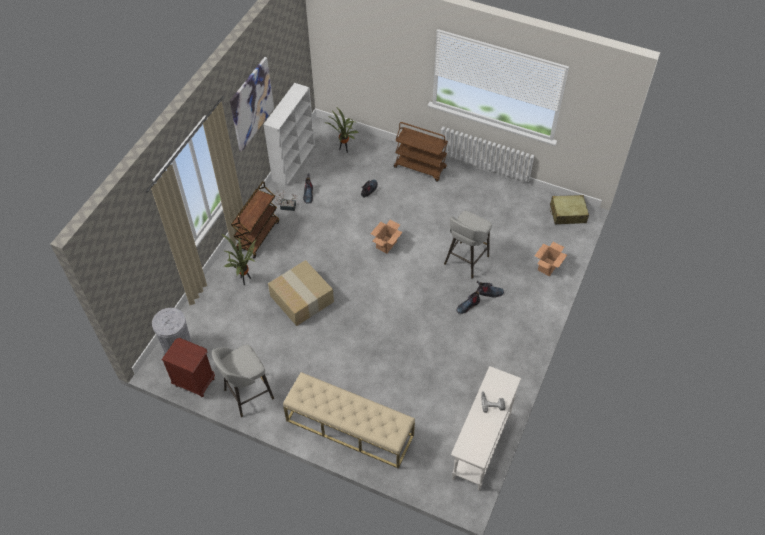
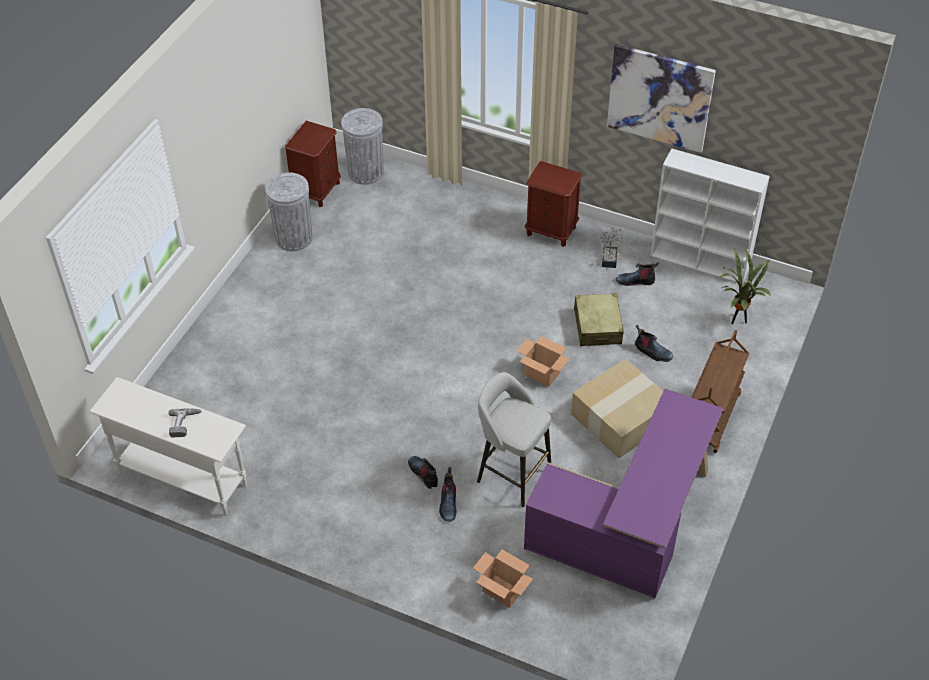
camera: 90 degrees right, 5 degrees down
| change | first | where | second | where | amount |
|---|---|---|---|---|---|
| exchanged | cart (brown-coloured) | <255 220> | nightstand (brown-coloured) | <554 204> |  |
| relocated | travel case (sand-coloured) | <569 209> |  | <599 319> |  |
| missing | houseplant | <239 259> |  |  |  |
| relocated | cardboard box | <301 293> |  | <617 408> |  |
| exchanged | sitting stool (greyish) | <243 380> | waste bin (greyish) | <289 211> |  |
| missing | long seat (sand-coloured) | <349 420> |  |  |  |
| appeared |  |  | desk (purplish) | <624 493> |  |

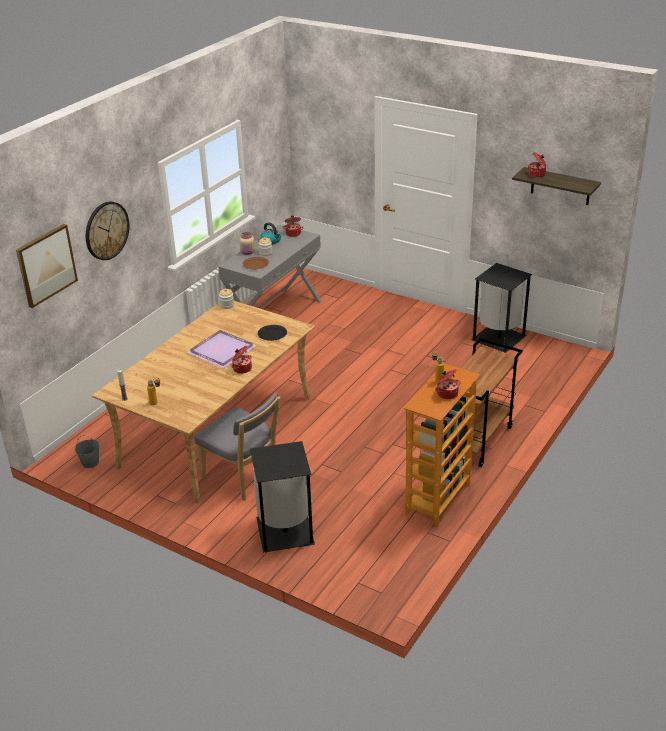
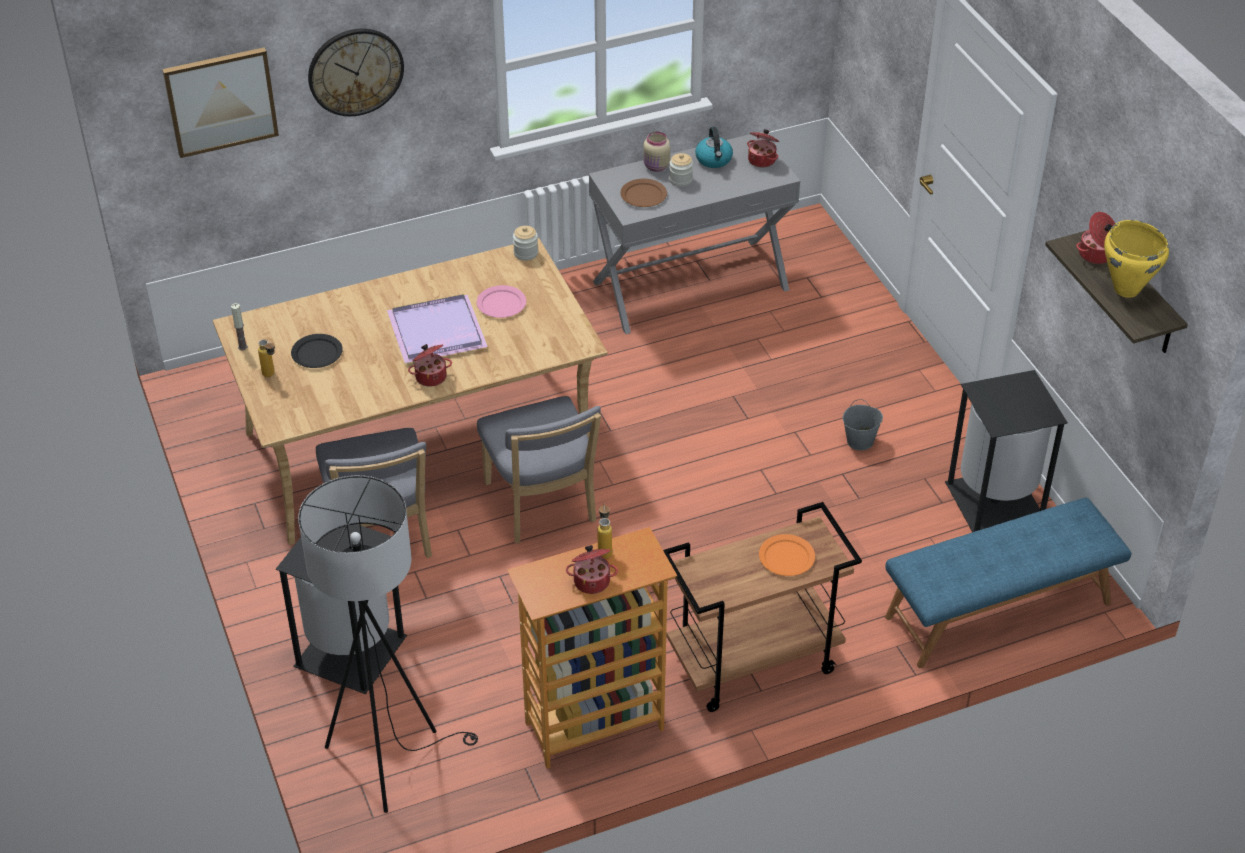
camera: 35 degrees right, 10 degrees up
| change | first | where | second | where | amount |
|---|---|---|---|---|---|
| relocated | plate (black) | <272 333> |  | <317 351> |  |
| relocated | pail (greyish) | <87 451> |  | <863 425> |  |
| appeared |  |  | saucepot (yellow) | <1136 259> |  |
| appeared |  |  | plate (pinkish) | <501 301> |  |
| appeared |  |  | plain chair (greyish) | <539 469> |  |
| appeared |  |  | standard lamp (black) | <388 644> |  |
| appeared |  |  | long seat (blue) | <1008 582> |  |
| appeared |  |  | plate (orange) | <787 555> |  |

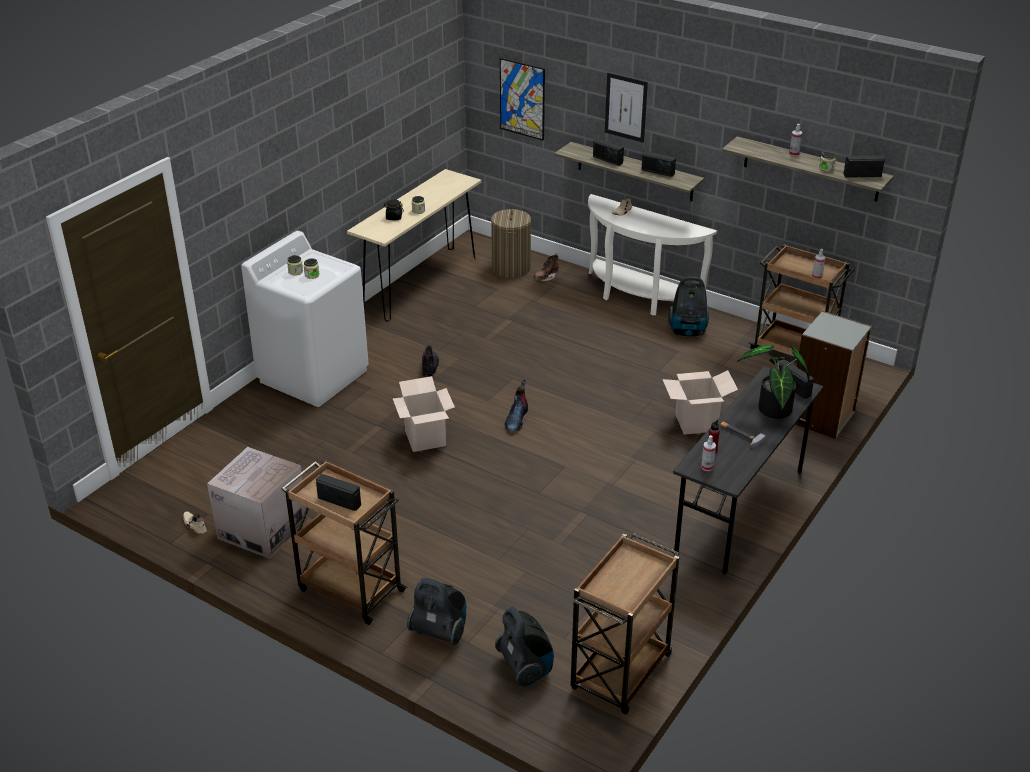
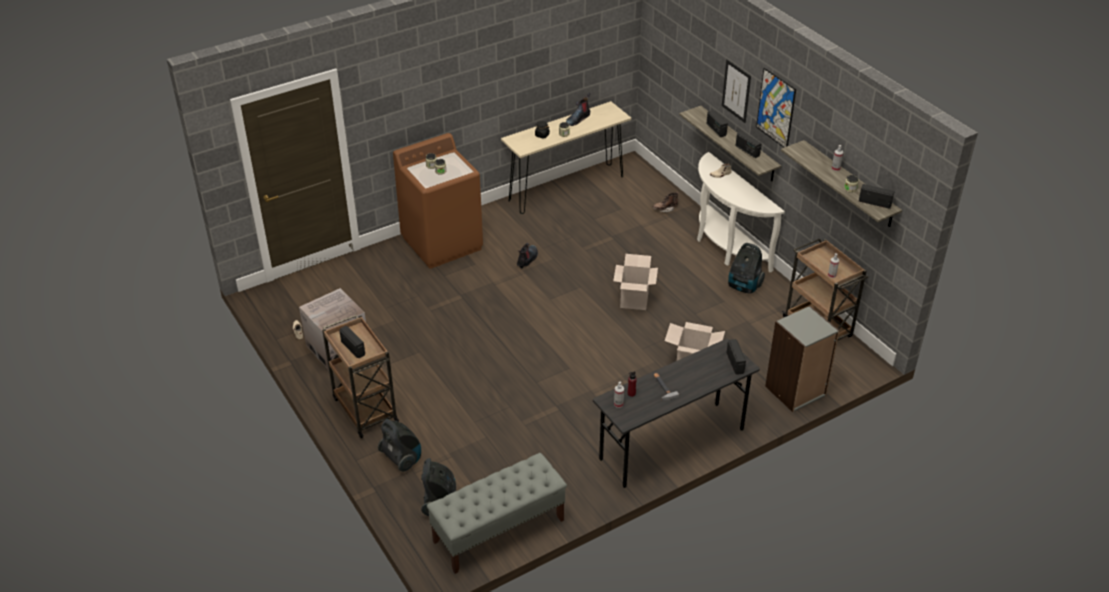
camera: 25 degrees right, 5 degrees up
| change | first | where | second | where | amount |
|---|---|---|---|---|---|
| relocated | picture | <522 99> |  | <776 107> |  |
| missing | hamper | <511 243> |  |  |  |
| colour | laundry machine (whitish) | <305 319> | laundry machine (brown-coloured) | <438 201> |  |
| missing | houseplant | <773 381> |  |  |  |
| relocated | cardboard box | <424 414> |  | <635 282> |  |
| relocated | boot | <516 406> |  | <578 109> |  |
| exchanged | cart (brown-coloured) | <625 623> | long seat (greyish) | <497 513> |  |

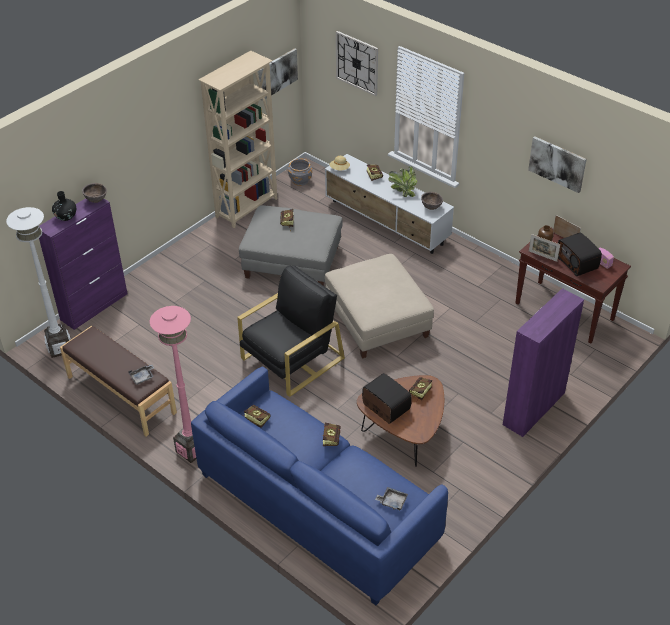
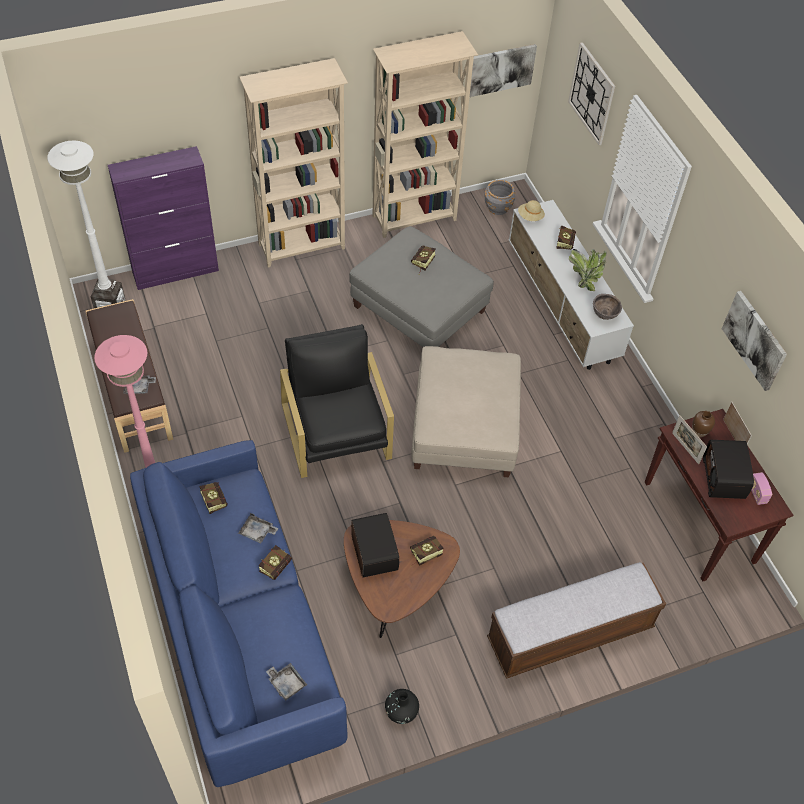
camera: 25 degrees right, 10 degrees up
| change | first | where | second | where | amount |
|---|---|---|---|---|---|
| missing | bowl (brown-coloured) | <94 193> |  |  |  |
| relocated | decorative vase (black) | <64 206> |  | <402 706> |  |
| spun | lounge chair (black) | <291 331> |  | <337 401> | 90 degrees counterclockwise |
| exchanged | storage cabinet (purplish) | <543 362> | long seat | <576 620> |  |
| appeared |  |  | bookshelf (sand-coloured) | <293 163> |  |
| appeared |  |  | serving tray (greyish) | <258 528> |  |

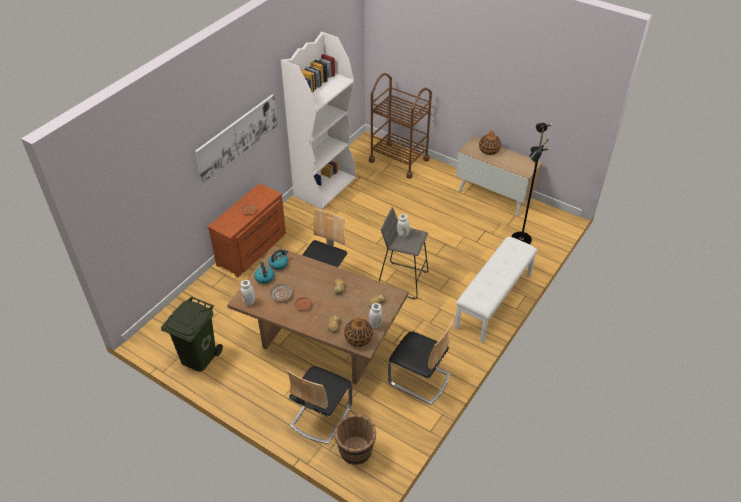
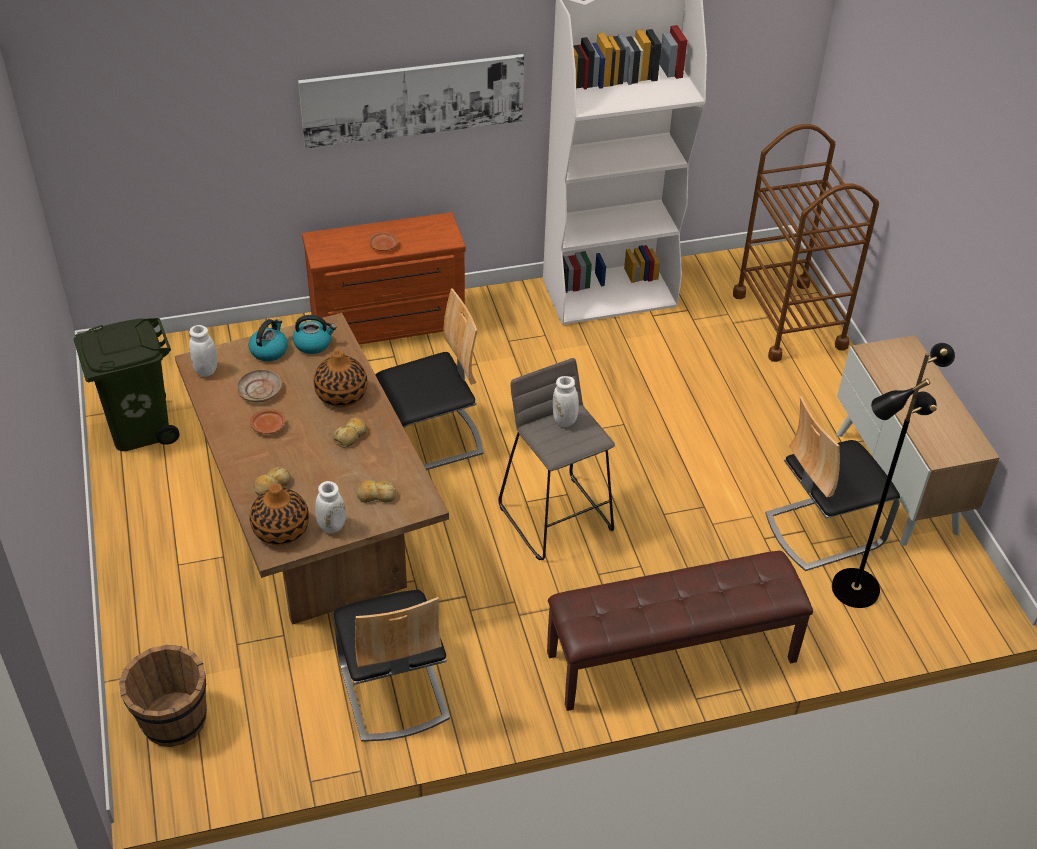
camera: 40 degrees right, 0 degrees up
| change | first | where | second | where | amount |
|---|---|---|---|---|---|
| relocated | decorative vase | <490 143> |  | <340 378> |  |
| colour | long seat (whitish) | <496 289> | long seat (brown-coloured) | <680 631> |  |
| relocated | plain chair | <319 405> |  | <832 483> |  |

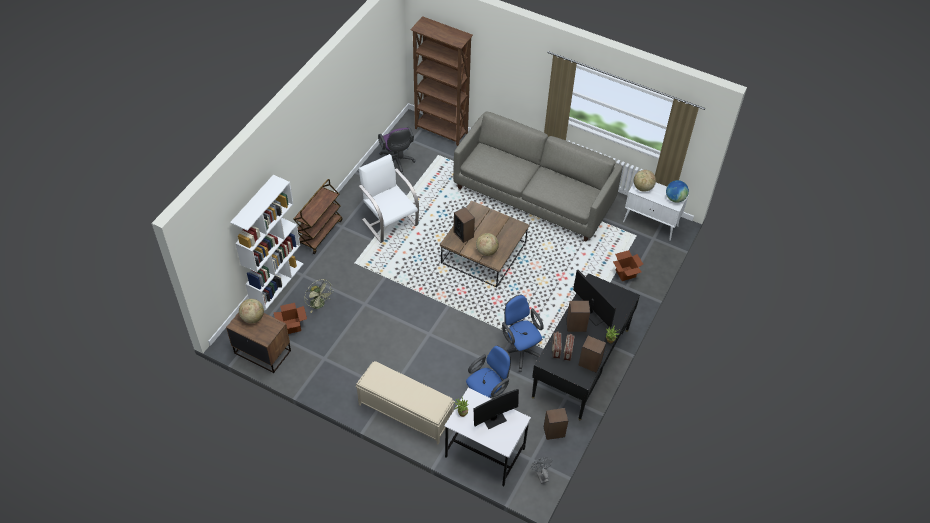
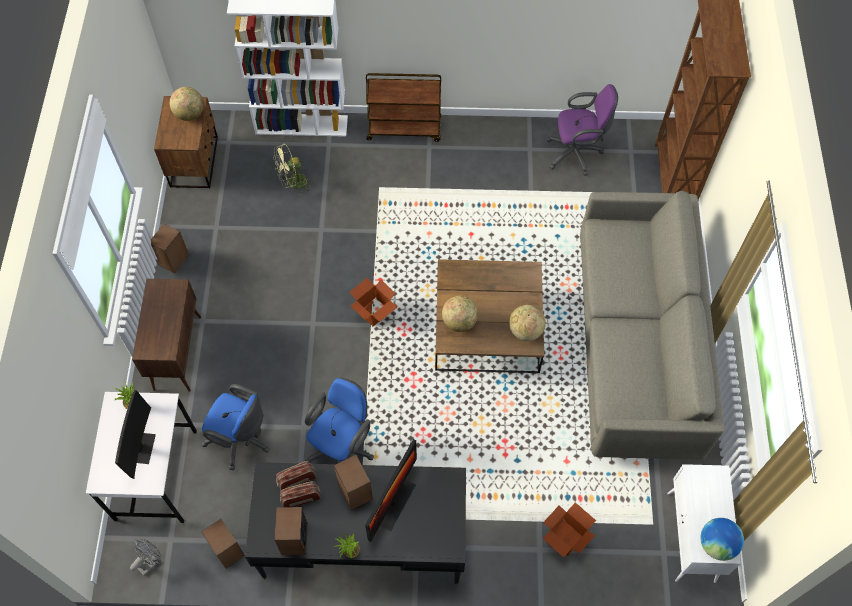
camera: 65 degrees right, 10 degrees up
| change | first | where | second | where | amount |
|---|---|---|---|---|---|
| spun | desk chair (purplish) | <397 151> |  | <582 130> | 135 degrees counterclockwise |
| missing | lounge chair (whitish) | <389 198> |  |  |  |
| relocated | world globe | <645 181> |  | <527 323> |  |
| relocated | speaker | <464 225> |  | <170 249> |  |
| spun | fan (green) | <318 296> |  | <293 169> | 45 degrees clockwise |
| relocated | cardboard box | <290 318> |  | <373 302> |  |
| exchanged | long seat (sand-coloured) | <405 402> | storage cabinet (brown-coloured) | <166 335> |  |
| spun | computer display | <496 409> |  | <135 434> | 120 degrees counterclockwise |

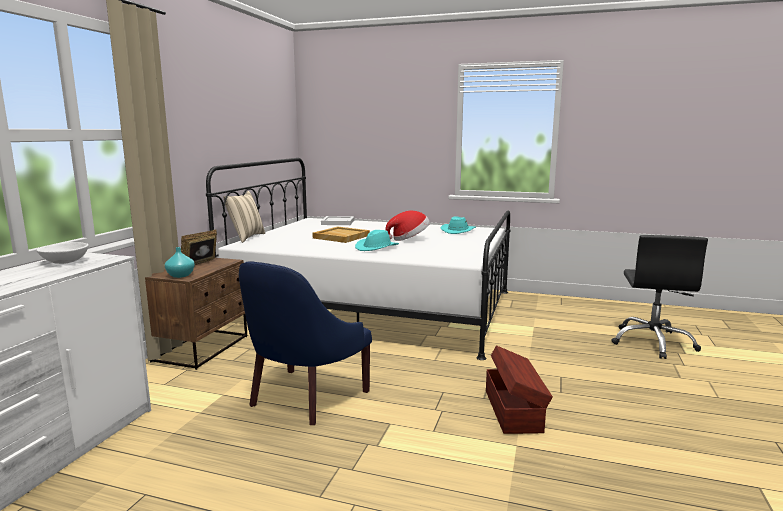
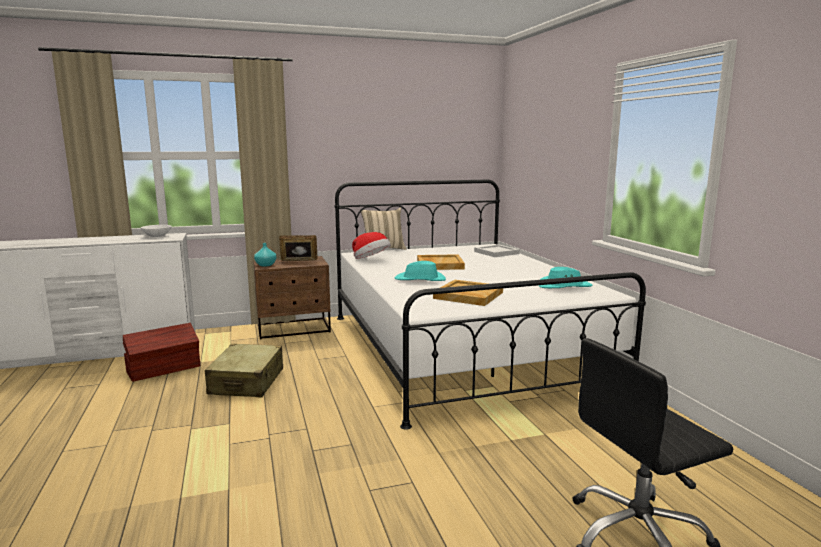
camera: 55 degrees right, 0 degrees up
| change | first | where | second | where | amount |
|---|---|---|---|---|---|
| relocated | clothing hat | <407 226> |  | <371 245> |  |
| exchanged | lounge chair (blue) | <305 343> | travel case (sand-coloured) | <244 371> |  |
| relocated | storage container (brown-coloured) | <519 389> |  | <161 352> |  |
| appeared |  |  | serving tray (sand-coloured) | <468 293> |  |

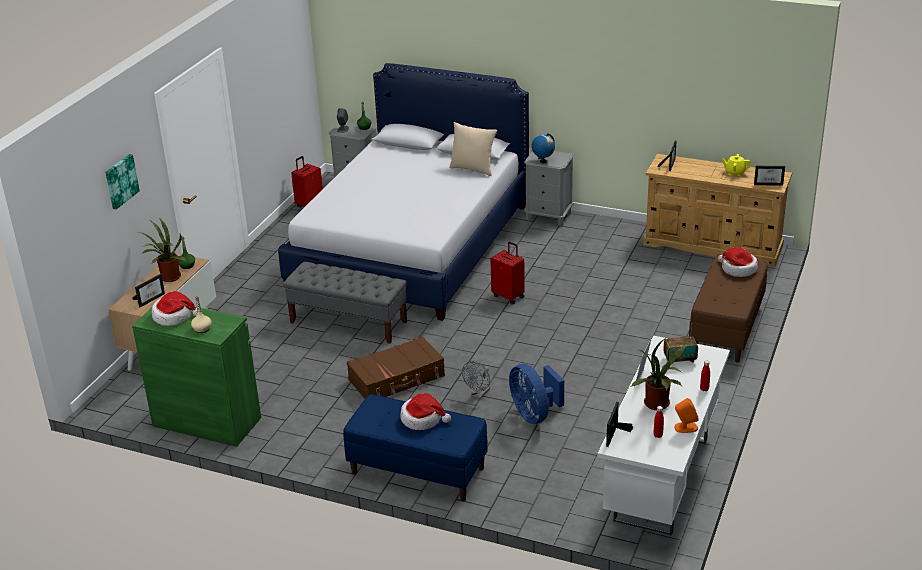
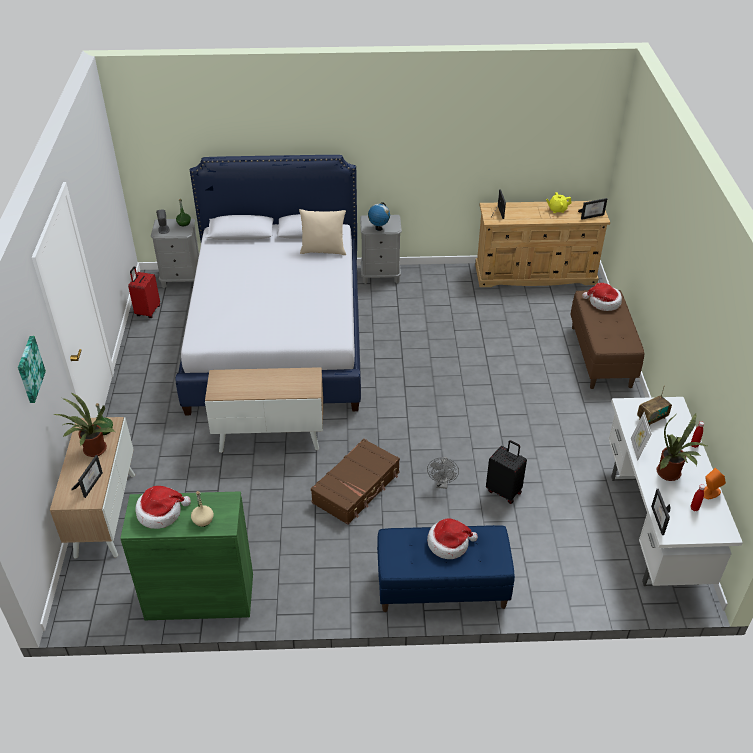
camera: 25 degrees left, 10 degrees up
| change | first | where | second | where | amount |
|---|---|---|---|---|---|
| missing | travel case (red) | <507 273> |  |  |  |
| exchanged | long seat (greyish) | <345 302> | storage cabinet | <264 410> |  |
| exchanged | fan (blue) | <536 394> | travel case (black) | <506 472> |  |

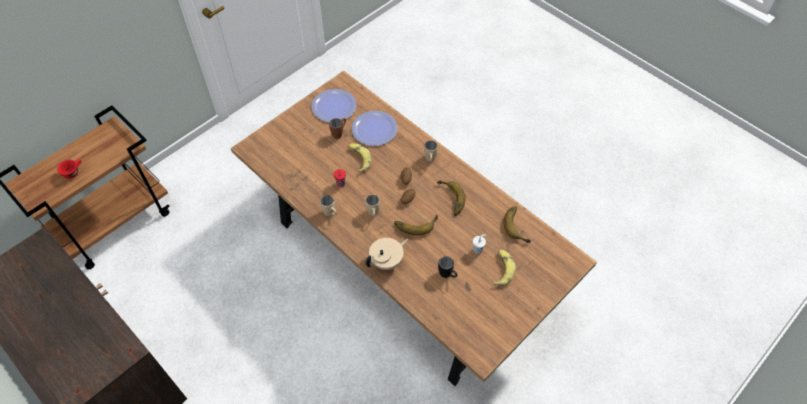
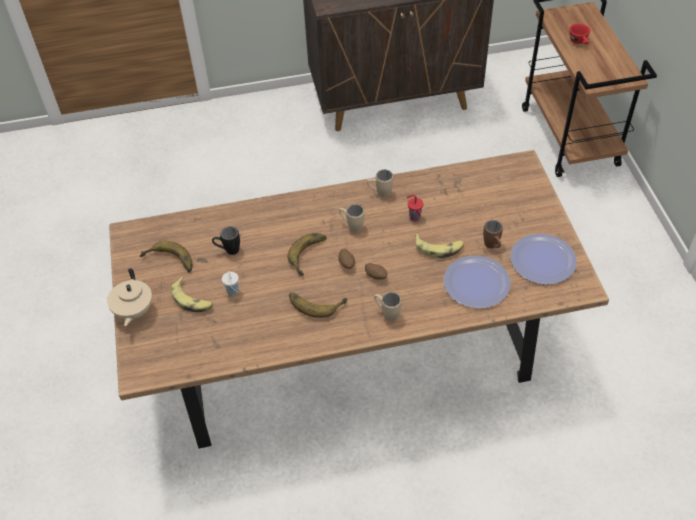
camera: 125 degrees right, 5 degrees down
| change | first | where | second | where | amount |
|---|---|---|---|---|---|
| relocated | banana fruit | <517 224> |  | <166 256> |  |
| relocated | pot for tea (sand-coloured) | <387 254> |  | <129 297> |  |

